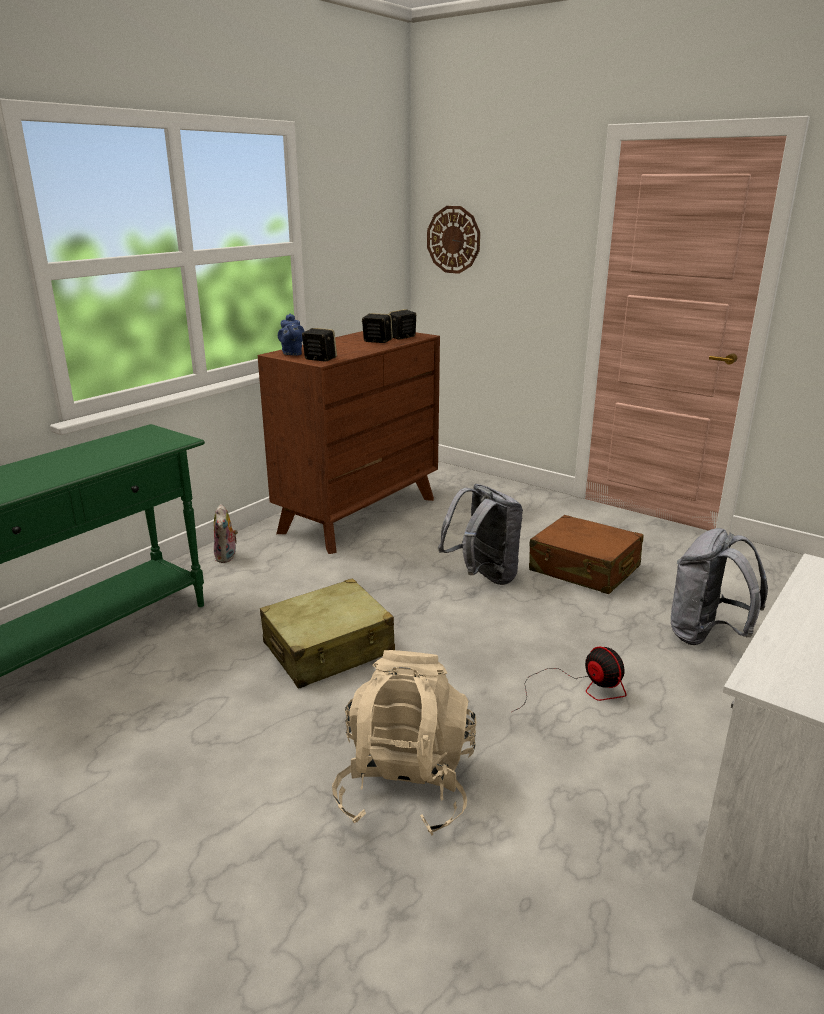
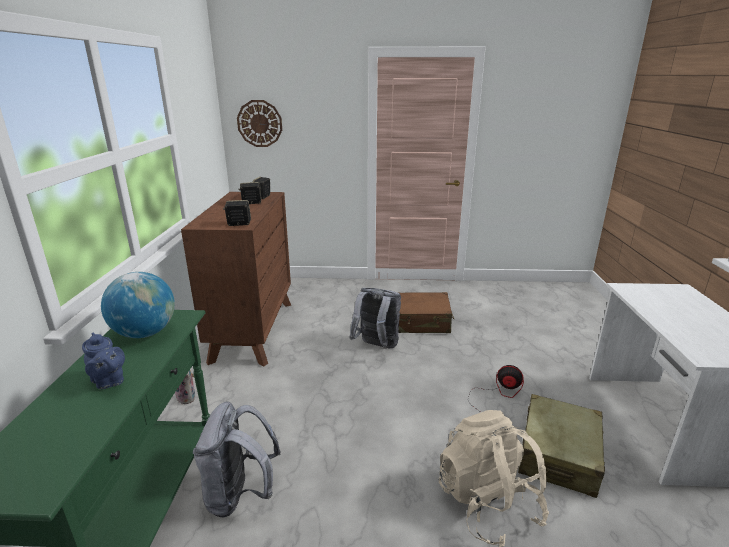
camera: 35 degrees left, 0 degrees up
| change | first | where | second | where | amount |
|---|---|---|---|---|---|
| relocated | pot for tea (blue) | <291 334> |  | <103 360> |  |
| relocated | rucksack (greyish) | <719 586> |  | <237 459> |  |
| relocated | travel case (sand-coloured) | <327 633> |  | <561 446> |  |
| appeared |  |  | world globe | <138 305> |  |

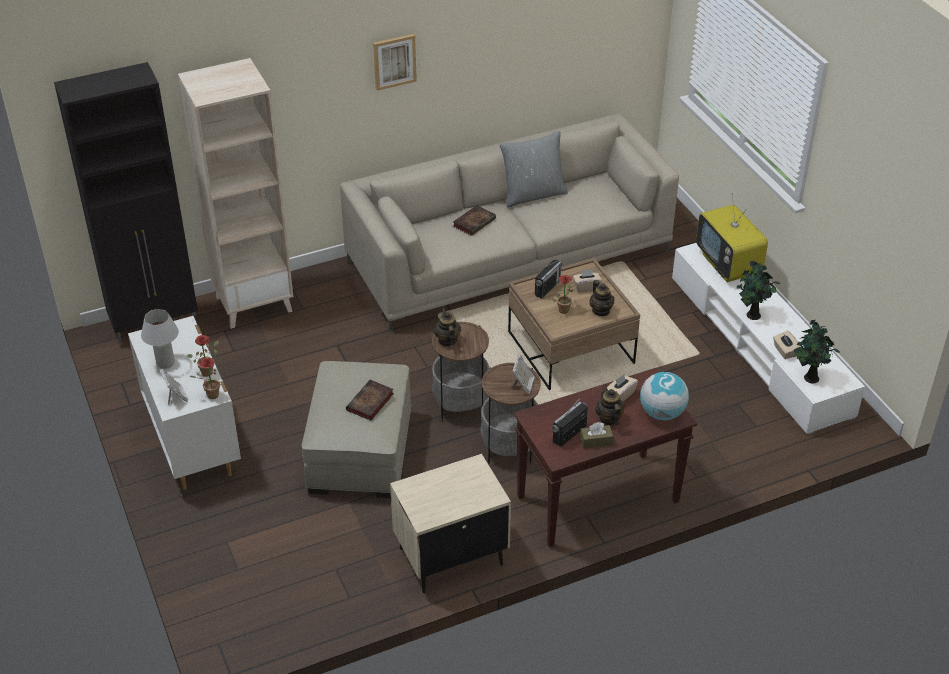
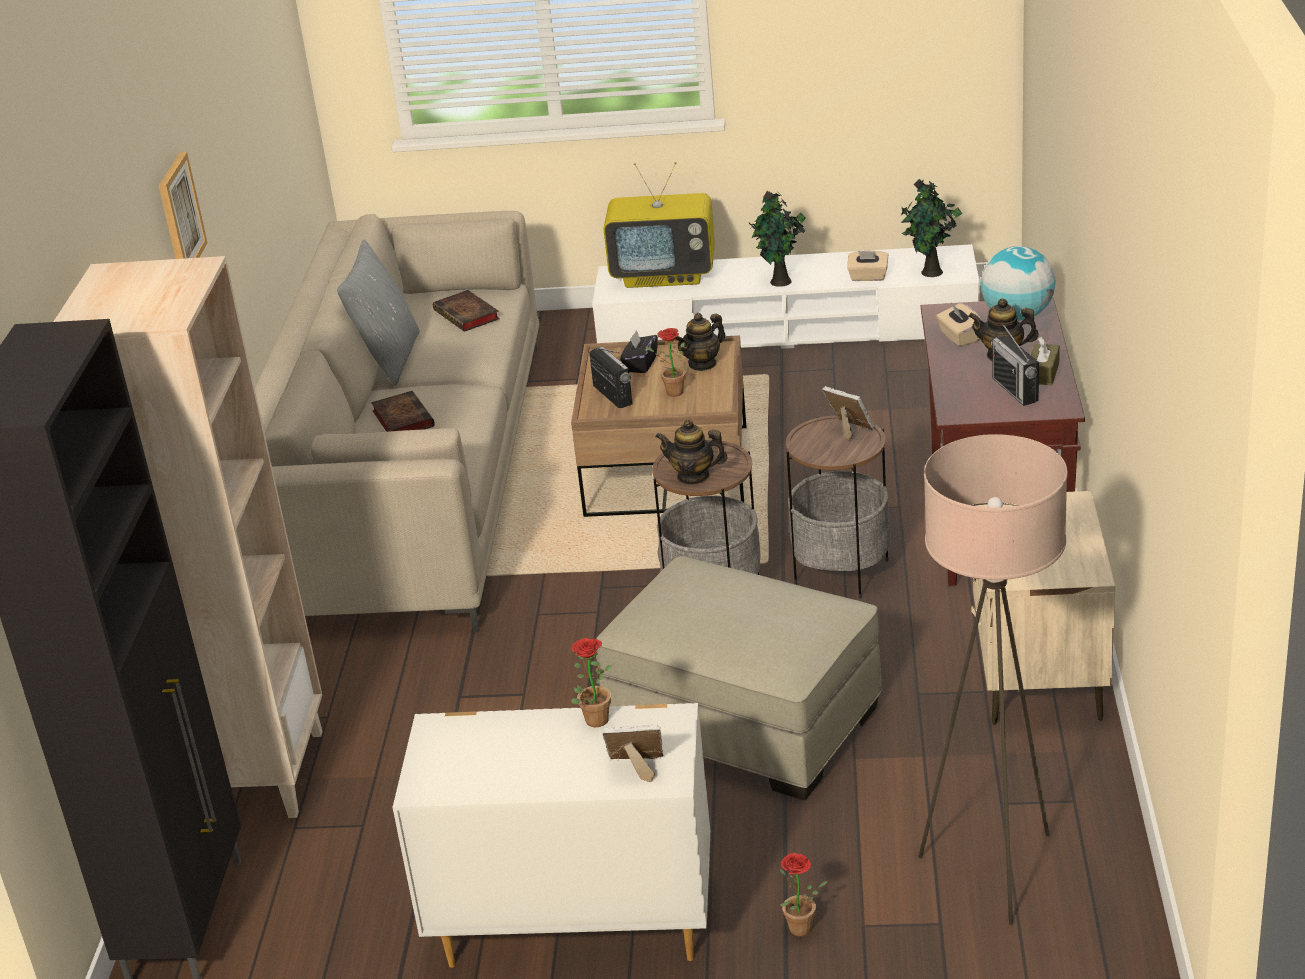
camera: 60 degrees left, 10 degrees down
| change | first | where | second | where | amount |
|---|---|---|---|---|---|
| colour | tissue box (sand-coloured) | <587 280> | tissue box (black) | <639 351> |  |
| spun | pot for tea | <601 298> |  | <700 342> | 135 degrees clockwise |
| missing | tabletop lamp (whitish) | <160 339> |  |  |  |
| relocated | houseplant | <206 378> |  | <804 894> |  |
| relocated | book | <370 400> |  | <466 311> |  |
| appeared |  |  | standard lamp (sand-coloured) | <993 679> |  |

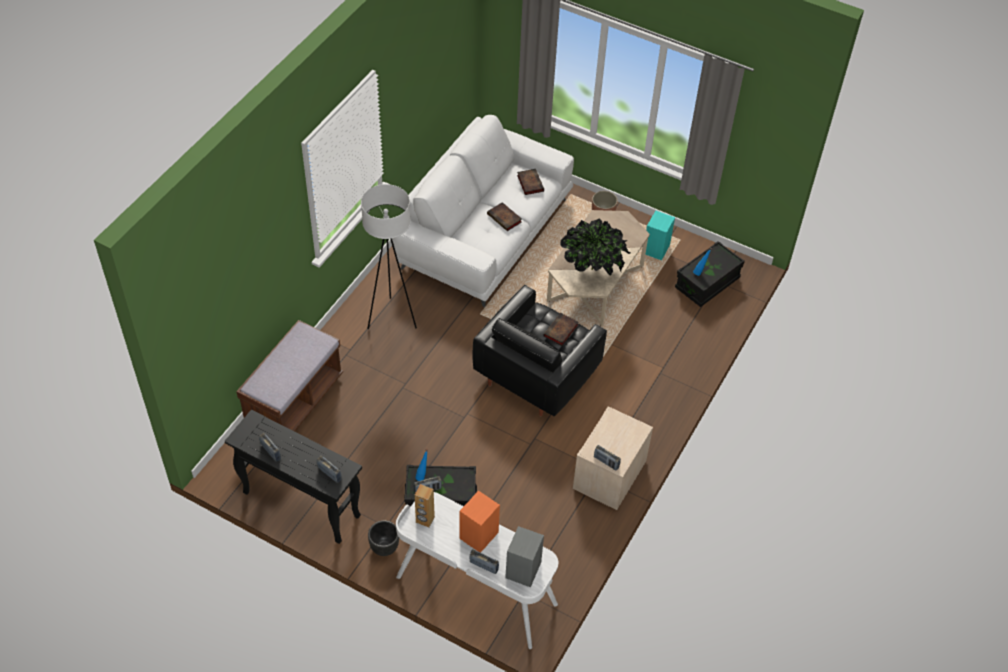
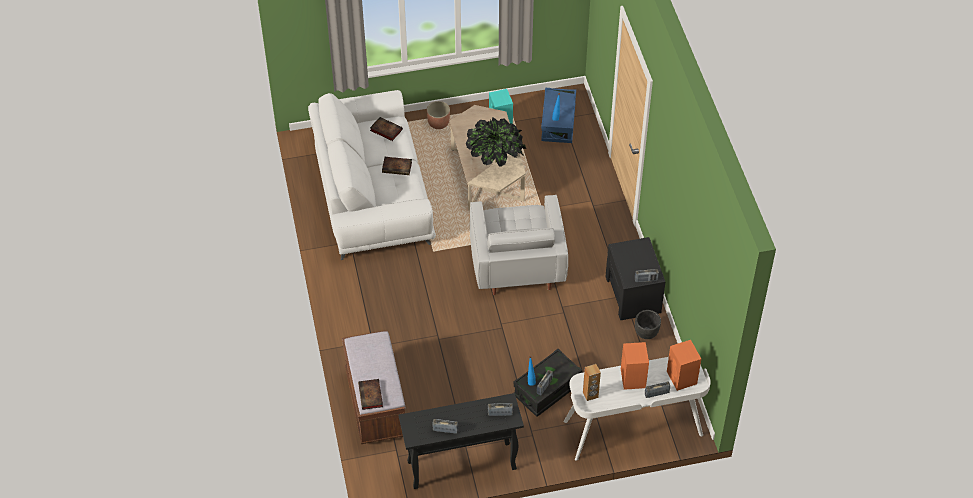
camera: 40 degrees left, 0 degrees up
| change | first | where | second | where | amount |
|---|---|---|---|---|---|
| missing | standard lamp (whitish) | <389 256> |  |  |  |
| colour | storage container (black) | <710 274> | storage container (blue) | <558 115> |  |
| colour | lounge chair (black) | <540 350> | lounge chair (whitish) | <519 245> |  |
| relocated | book | <560 329> |  | <370 394> |  |
| colour | nightstand (sand-coloured) | <613 458> | nightstand (black) | <635 278> |  |
| relocated | planter (black) | <383 538> |  | <648 324> |  |
| colour | speaker (greyish) | <524 556> | speaker (orange) | <684 365> |  |

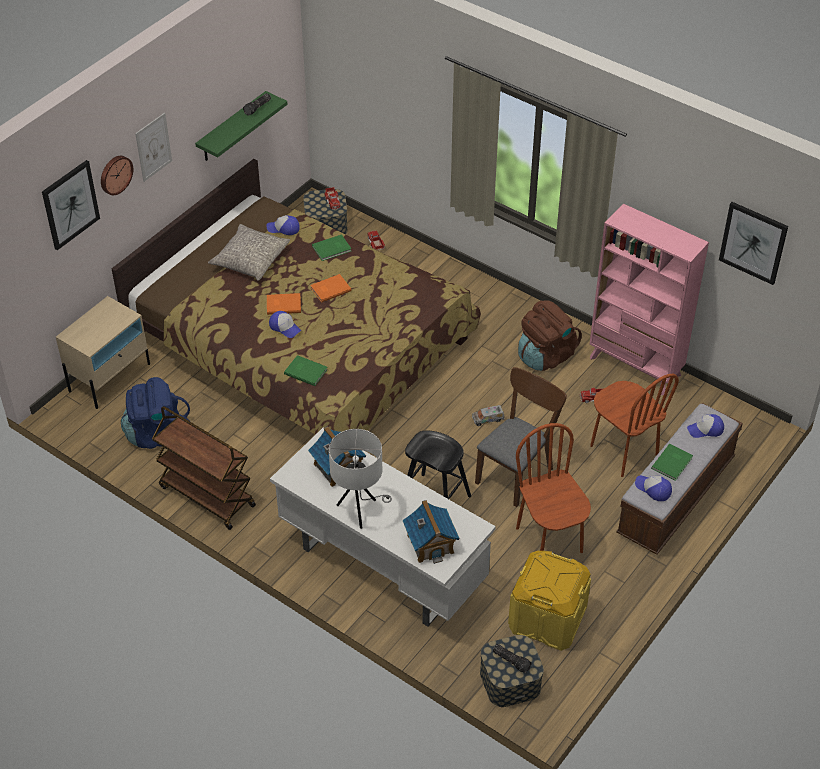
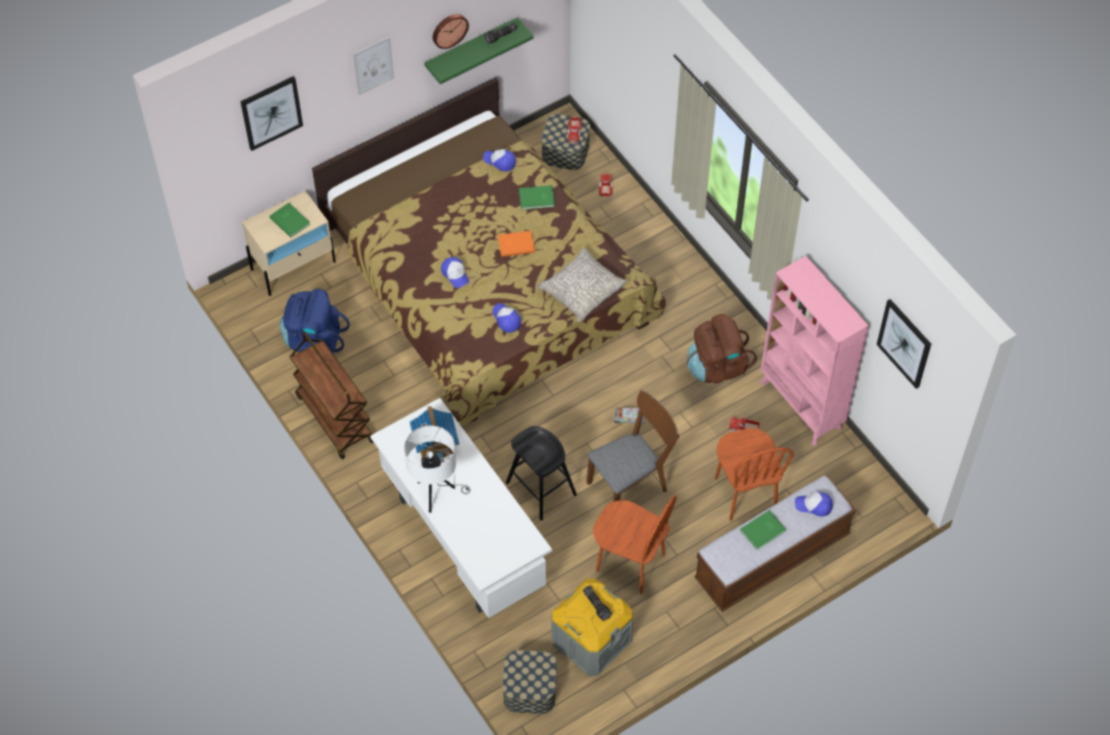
camera: 20 degrees right, 10 degrees up
| change | first | where | second | where | amount |
|---|---|---|---|---|---|
| relocated | wall clock | <117 175> |  | <451 31> |  |
| relocated | pillow (greyish) | <249 252> |  | <582 284> |  |
| missing | book (orange) | <284 304> |  |  |  |
| relocated | book (green) | <306 370> |  | <289 220> |  |
| spun | plain chair (brown-coloured) | <553 488> |  | <635 544> | 120 degrees clockwise |
| relocated | baseball cap | <653 488> |  | <506 318> |  |
| missing | toy house | <431 532> |  |  |  |
| colour | storage container (yellow) | <549 601> | storage container (greyish) | <592 627> |  |
| relocated | hand torch | <512 658> |  | <597 603> |  |

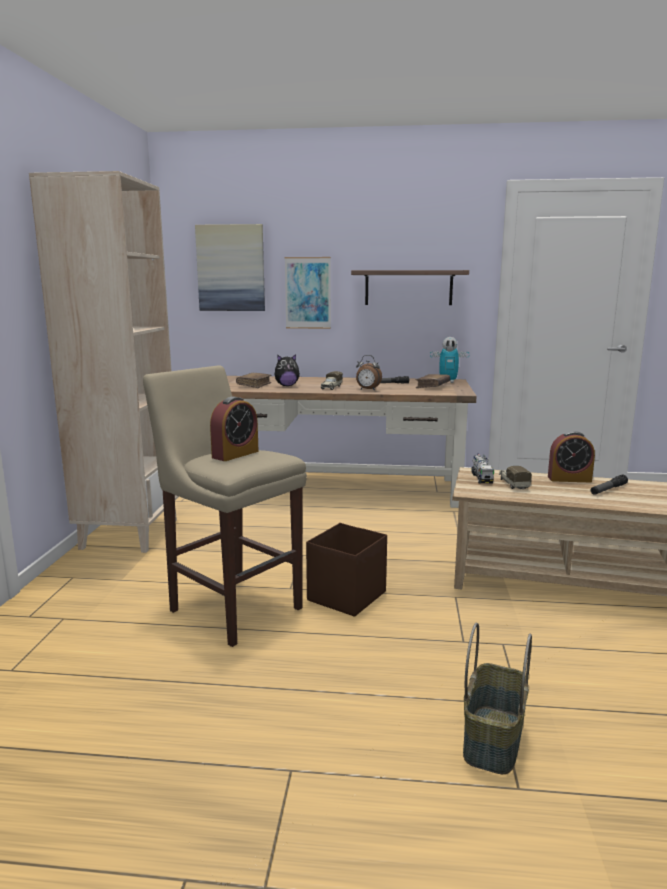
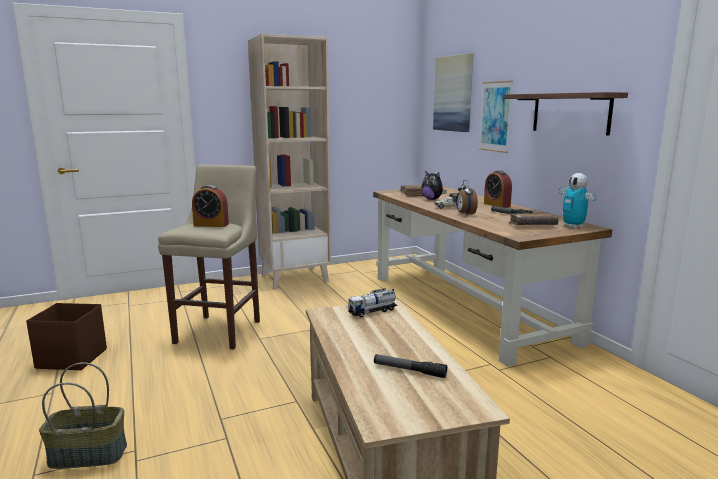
camera: 60 degrees right, 0 degrees up
| change | first | where | second | where | amount |
|---|---|---|---|---|---|
| relocated | bedside clock | <571 456> |  | <498 189> |  |
| missing | toy truck | <515 478> |  |  |  |
| relocated | storage container (brown-coloured) | <346 570> |  | <66 336> |  |

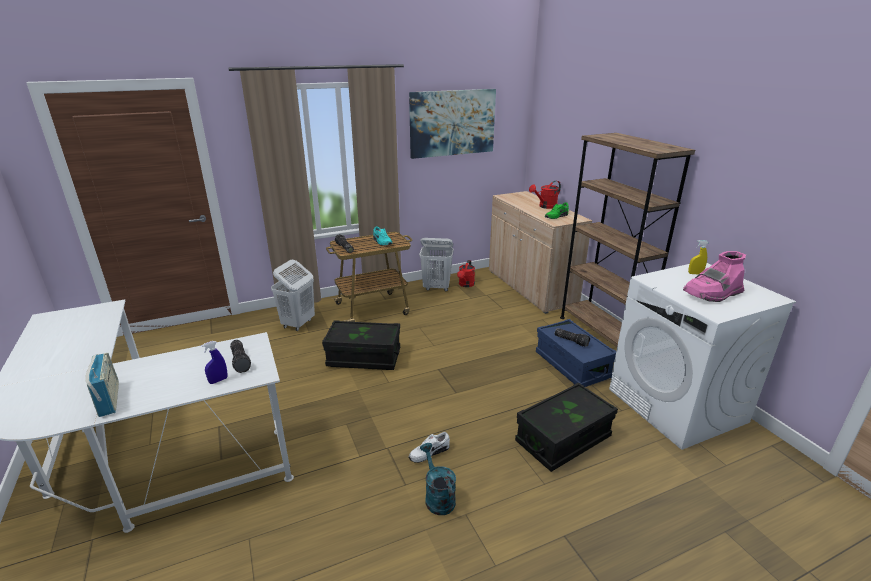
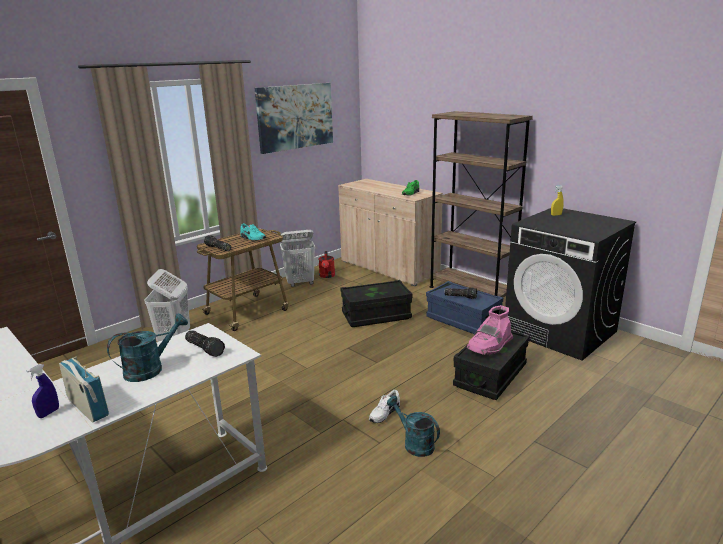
camera: 20 degrees left, 5 degrees down
| change | first | where | second | where | amount |
|---|---|---|---|---|---|
| missing | watering pot (red) | <545 195> |  |  |  |
| relocated | boot (pinkish) | <714 276> |  | <490 330> |  |
| colour | laundry machine (whitish) | <702 356> | laundry machine (black) | <570 284> |  |
| relocated | storage container (black) | <361 345> |  | <377 303> |  |
| relocated | spray bottle (blue) | <214 362> |  | <42 391> |  |
| appeared |  |  | watering pot (turquoise-coloured) | <147 347> |  |

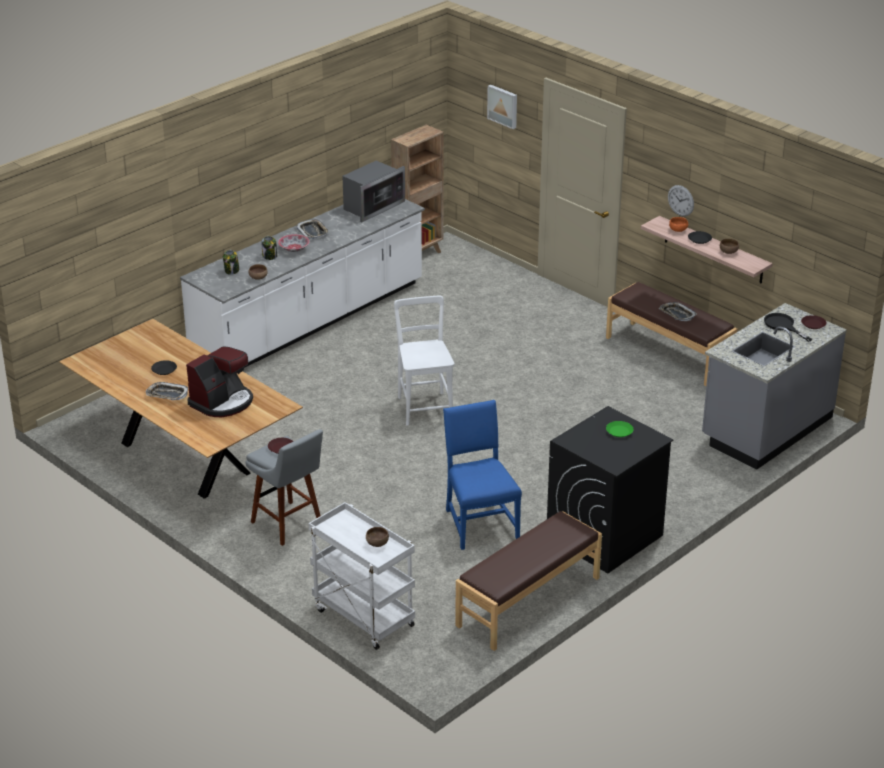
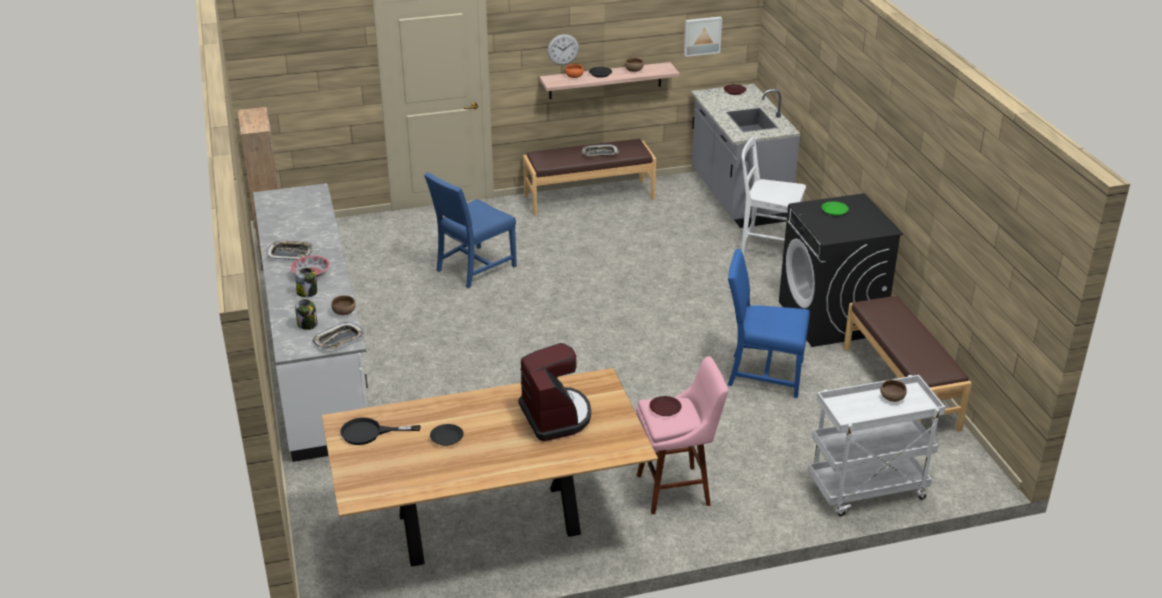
camera: 60 degrees left, 0 degrees up
| change | first | where | second | where | amount |
|---|---|---|---|---|---|
| relocated | picture | <502 107> |  | <703 36> |  |
| missing | microwave | <373 191> |  |  |  |
| relocated | plain chair (whitish) | <424 361> |  | <773 196> |  |
| relocated | frying pan (black) | <788 327> |  | <380 431> |  |
| relocated | serving tray | <166 391> |  | <338 335> |  |
| colour | sitting stool (greyish) | <284 487> | sitting stool (pinkish) | <682 435> |  |
| appeared |  |  | plain chair (blue) | <470 230> |  |

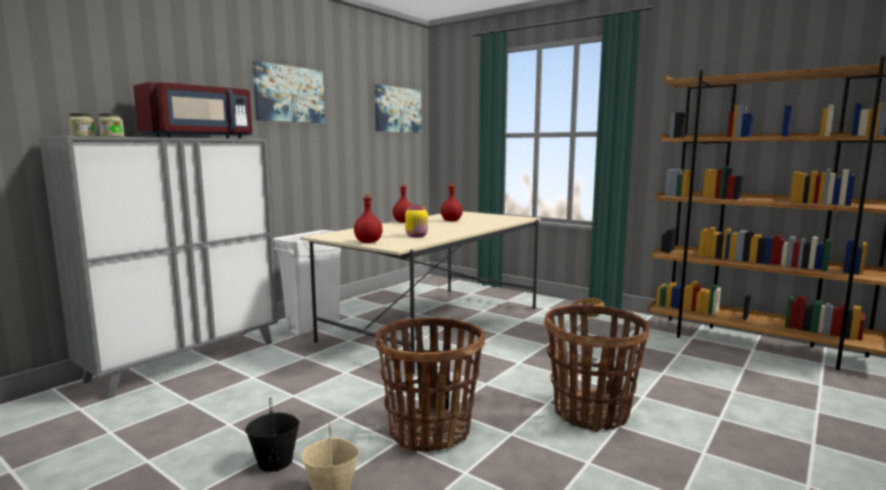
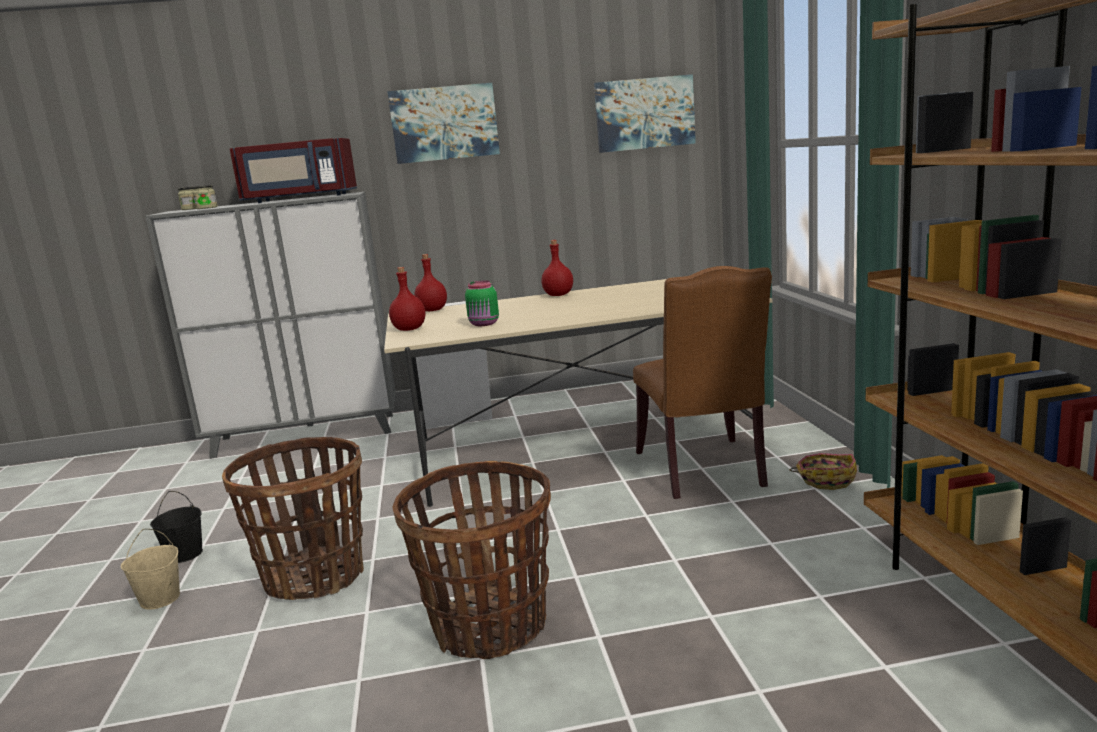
camera: 45 degrees right, 5 degrees up
| change | first | where | second | where | amount |
|---|---|---|---|---|---|
| relocated | bottle (red) | <452 202> |  | <430 282> |  |
| colour | jar (yellow) | <416 221> | jar (green) | <482 303> |  |
| appeared |  |  | plain chair (brown-coloured) | <702 382> |  |

